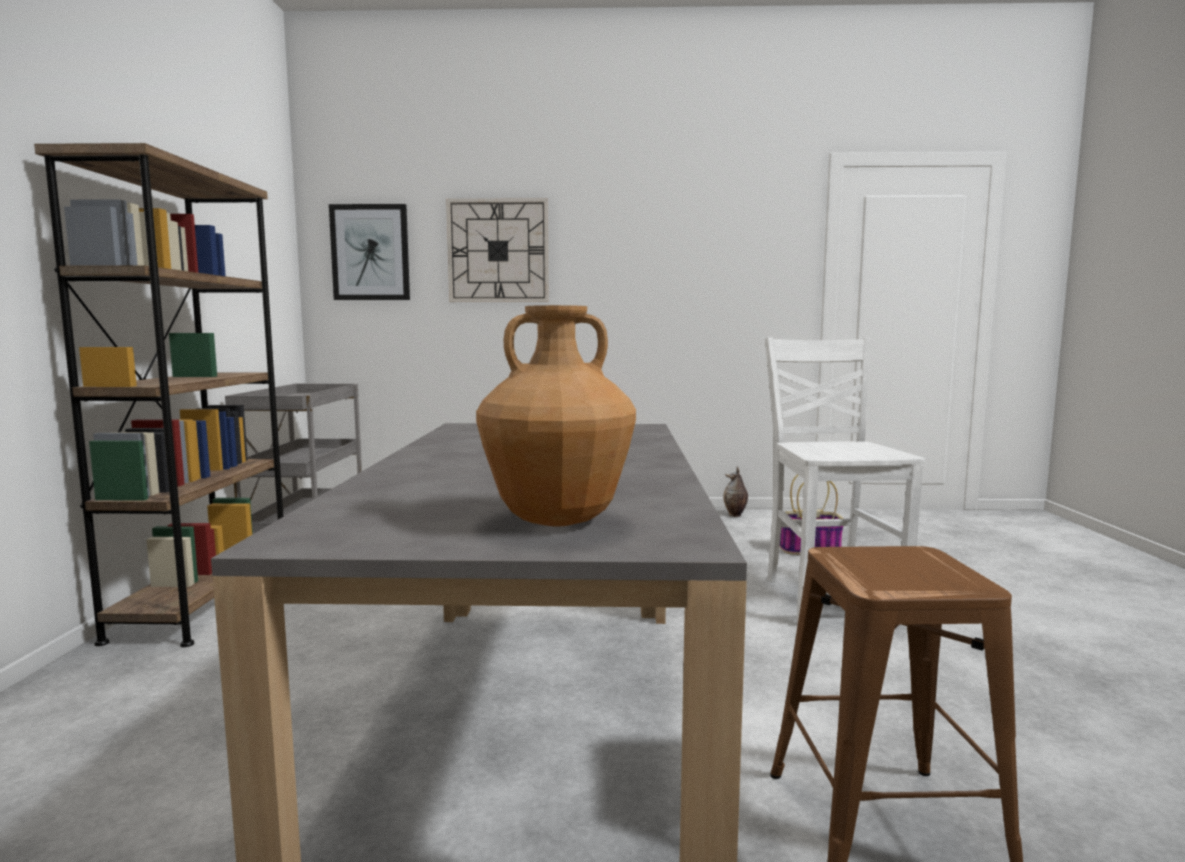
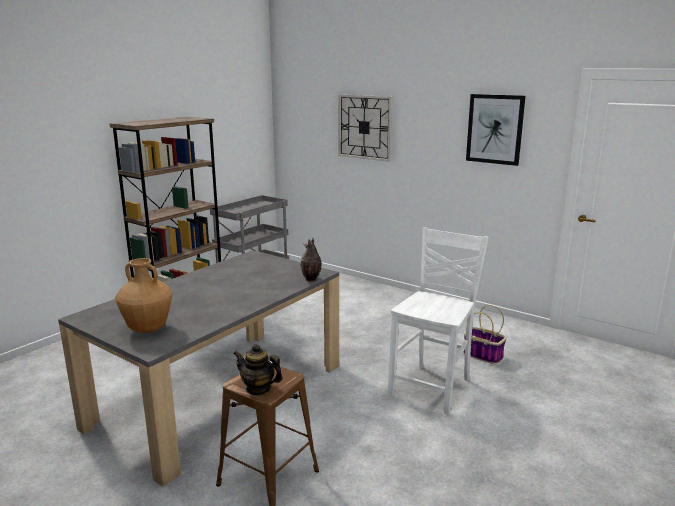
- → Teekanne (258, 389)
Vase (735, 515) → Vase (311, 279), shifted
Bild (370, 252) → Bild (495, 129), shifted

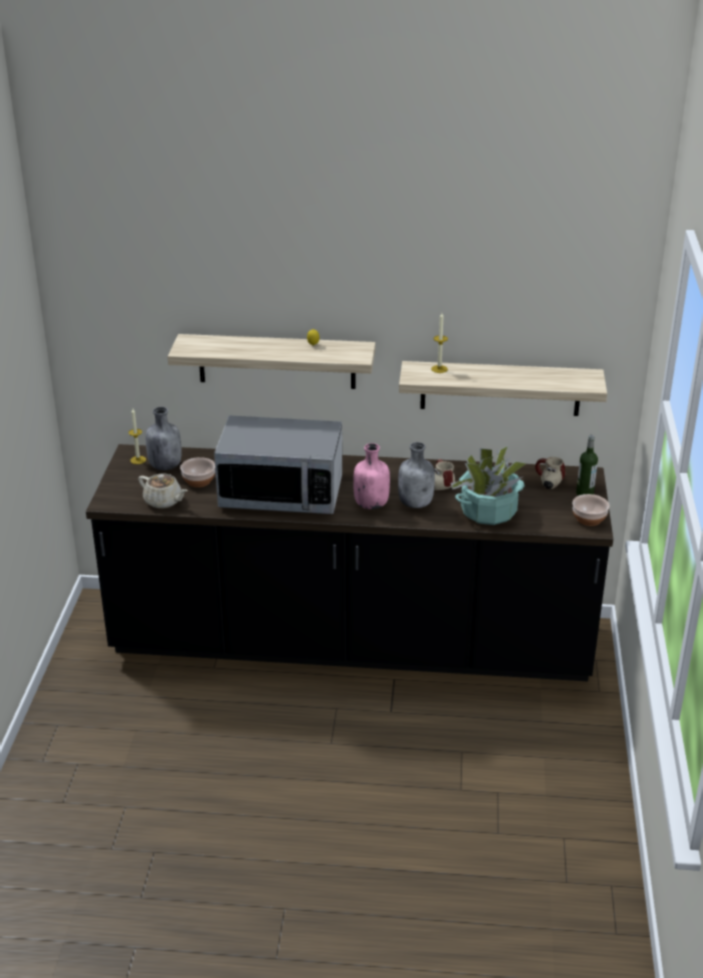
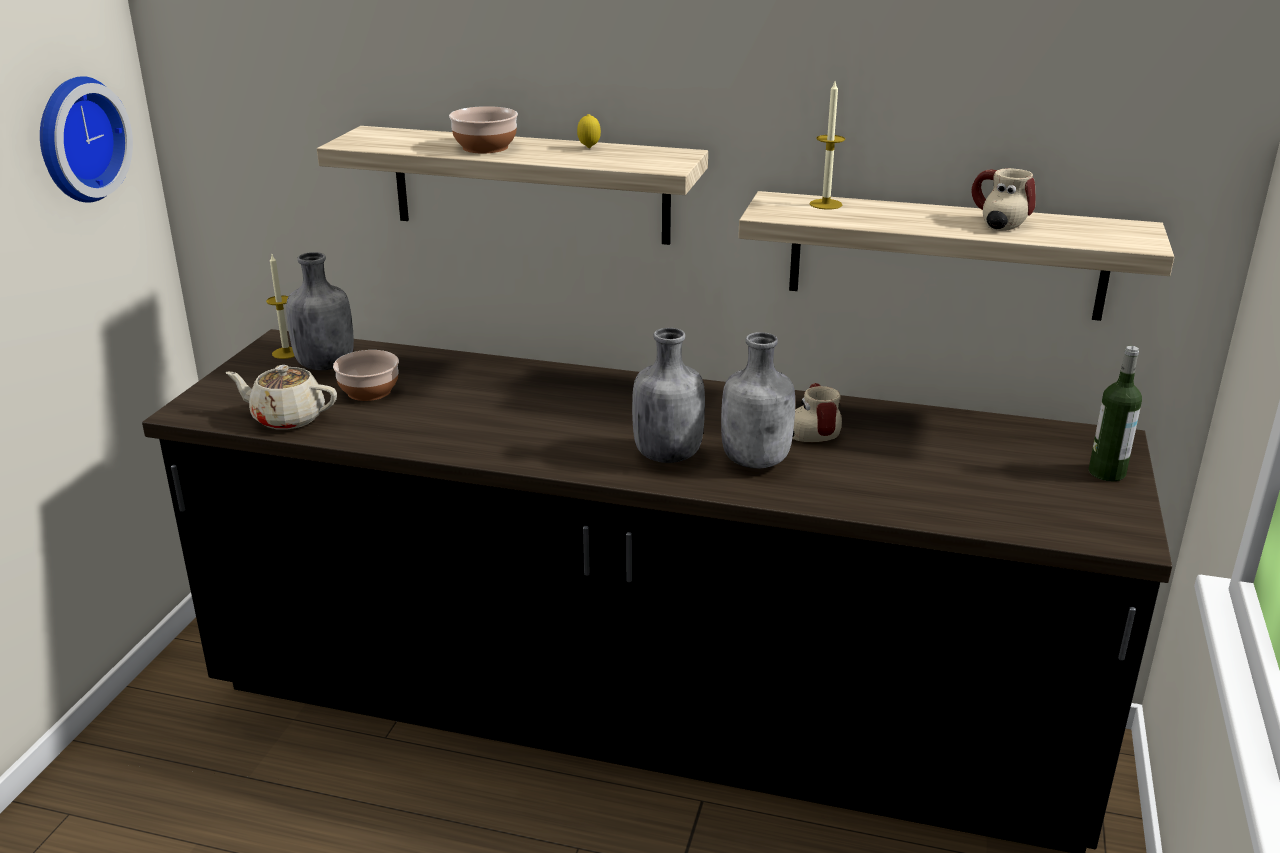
- → Wanduhr (76, 139)
Teekanne (beige) (164, 501) → Teekanne (beige) (287, 418), 150 degrees clockwise
Schüssel (589, 518) → Schüssel (486, 147), shifted
Flasche (rosa) (371, 504) → Flasche (grau) (668, 455)
Henkelbecher (547, 483) → Henkelbecher (995, 223), shifted
Mikrowelle (281, 493) → -
Topfpflanze (488, 512) → -

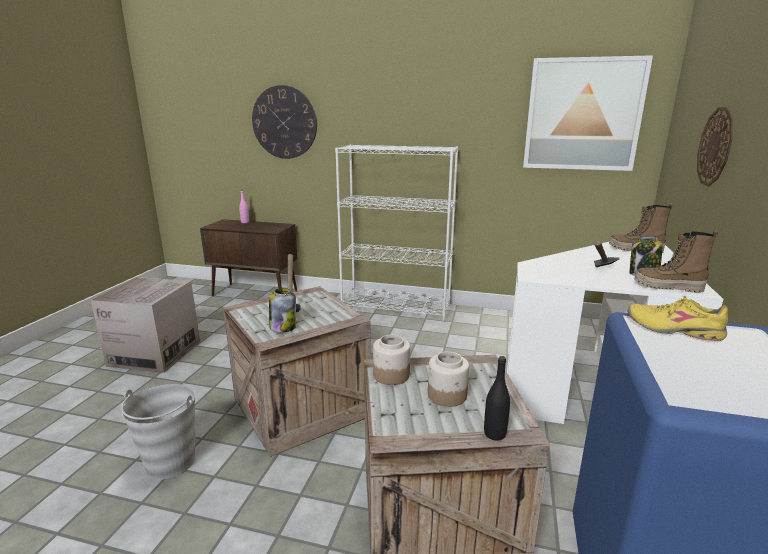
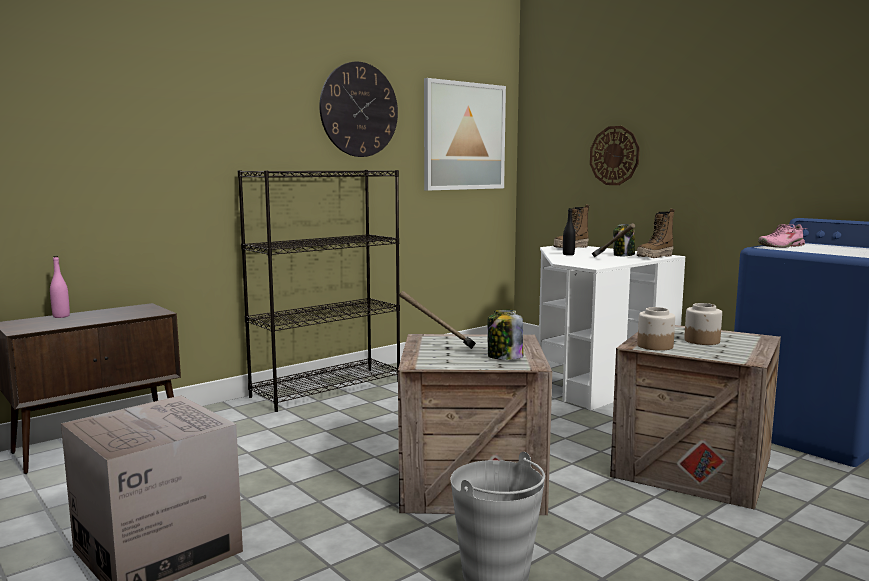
Bücherregal (weiß) (396, 307) → Bücherregal (schwarz) (327, 388)
Wanduhr (284, 122) → Wanduhr (359, 110), shifted
Flasche (schwarz) (494, 434) → Flasche (schwarz) (568, 254), shifted
Schuh (gelb) (673, 329) → Schuh (rosa) (781, 246)

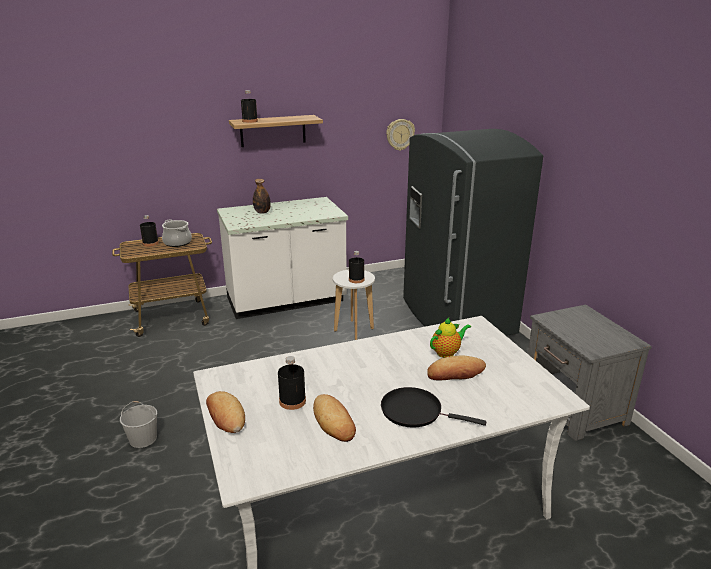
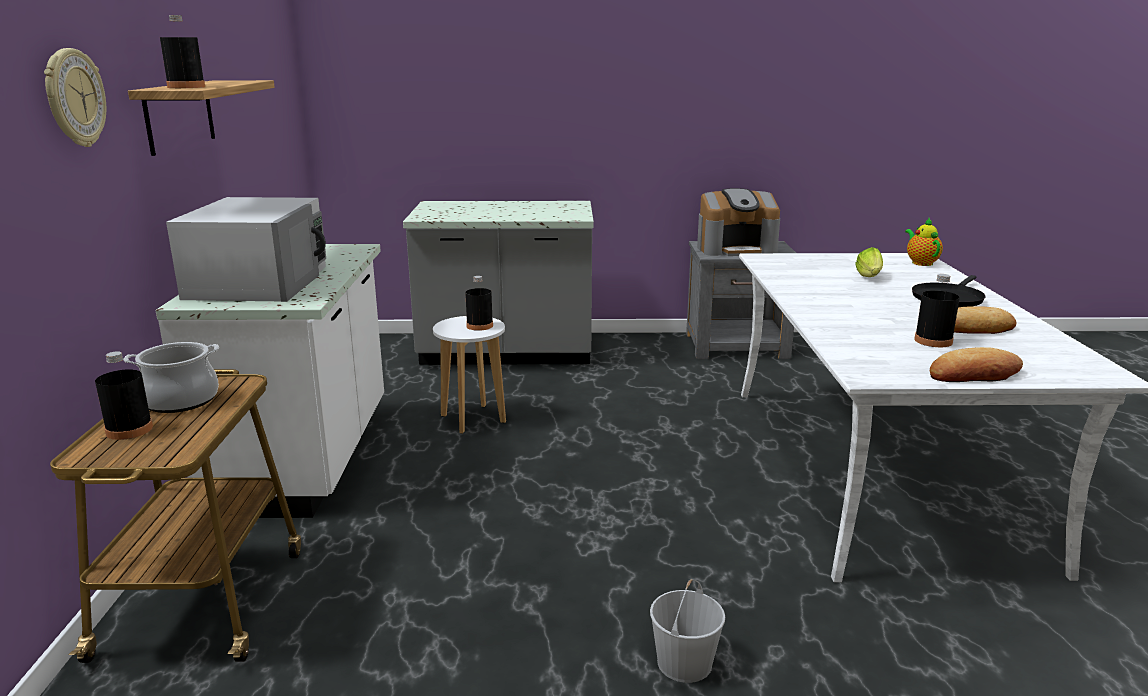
Wanduhr (400, 134) → Wanduhr (74, 98), shifted
Flasche (262, 212) → Mikrowelle (weiß) (259, 282)
Kühlschrank (grau) (455, 317) → Küchenzeile (grau) (506, 354)
- → Kaffeemaschine (736, 249)
Brot (455, 373) → Salatkopf (869, 277)
Teekanne (447, 352) → Teekanne (920, 262), shifted

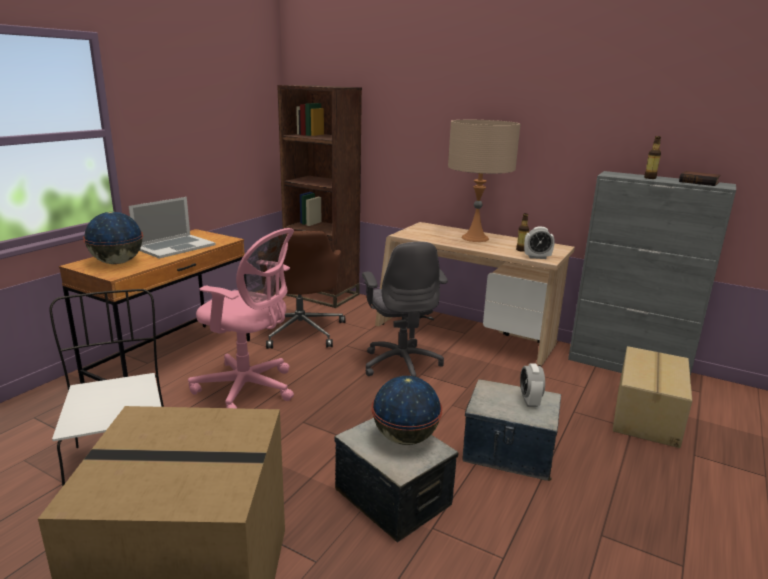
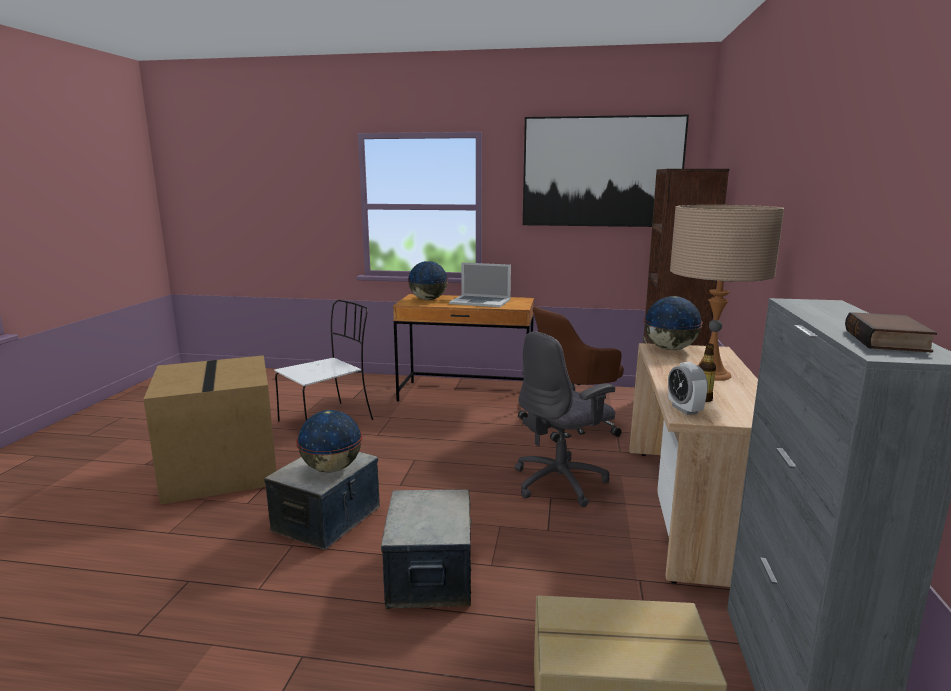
- → Bild (601, 172)
- → Globus (669, 349)
Bürostuhl (rosa) (249, 389) → -
Wecker (529, 401) → -
Flasche (650, 178) → -

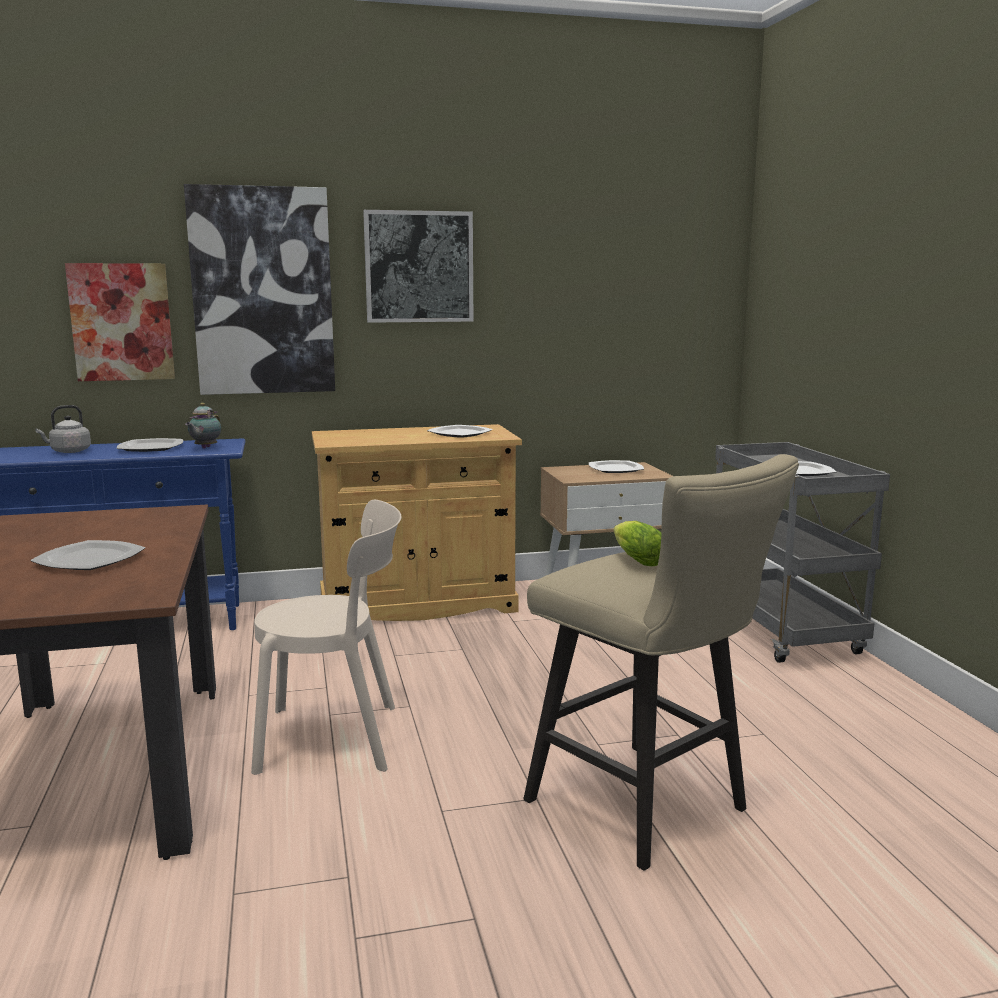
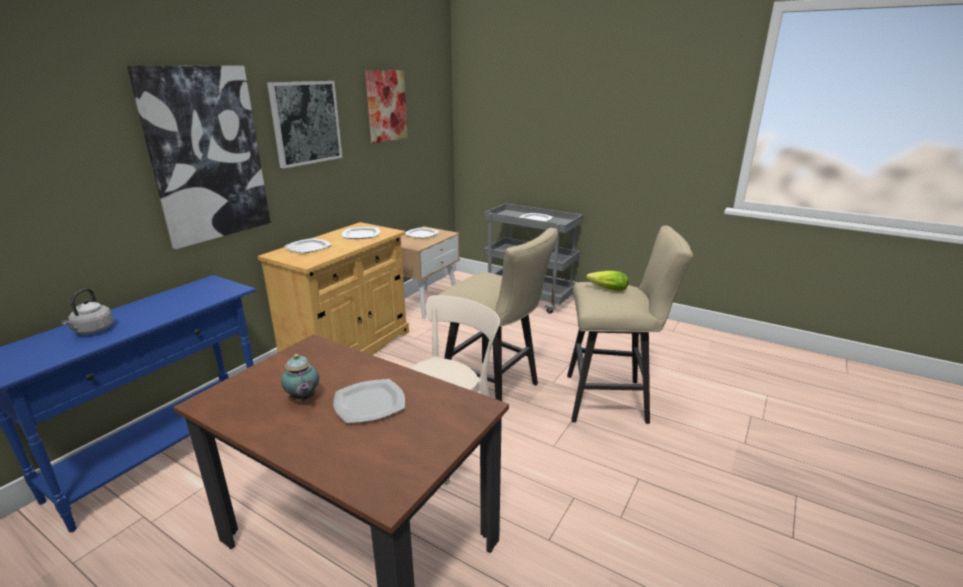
Teekanne (204, 448) → Teekanne (303, 399), shifted
Teller (151, 447) → Teller (308, 247), shifted
Bild (122, 322) → Bild (386, 106), shifted
- → Hocker (beige) (495, 391)

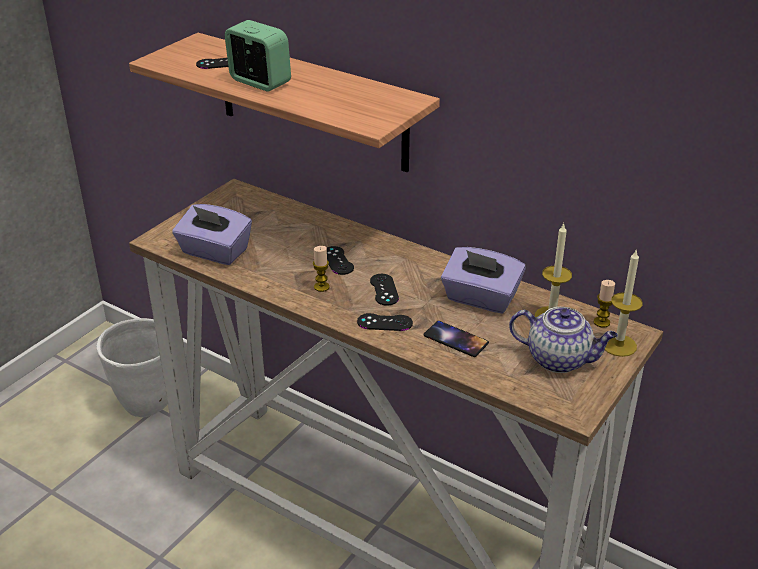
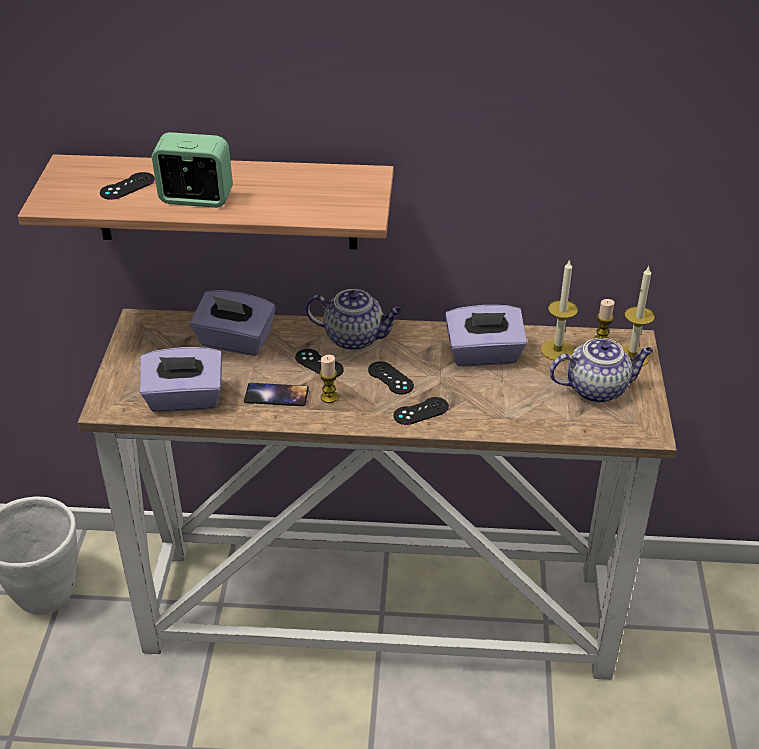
- → Taschentuchbox (lila) (235, 341)
Handy (456, 339) → Handy (276, 395), shifted
- → Teekanne (355, 338)

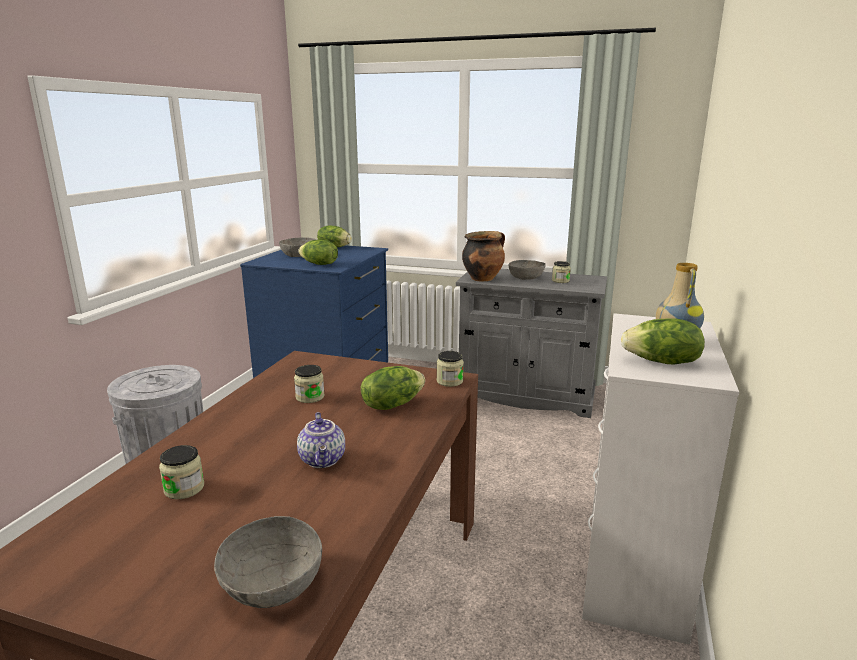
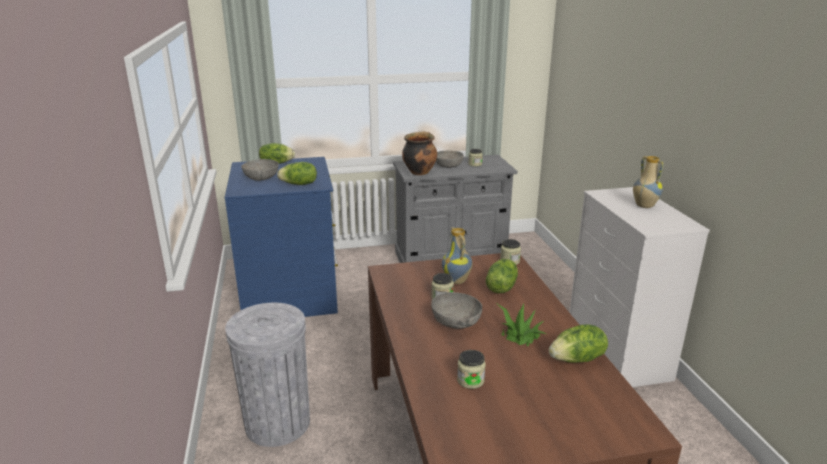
Schüssel (grau) (272, 584) → Schüssel (grau) (456, 322), shifted
- → Vase (457, 281)
Teekanne (323, 460) → Topfpflanze (519, 335)
Salatkopf (662, 362) → Salatkopf (577, 359), shifted

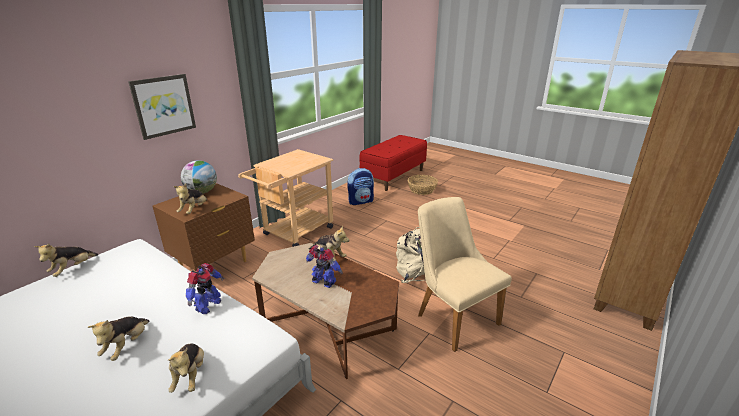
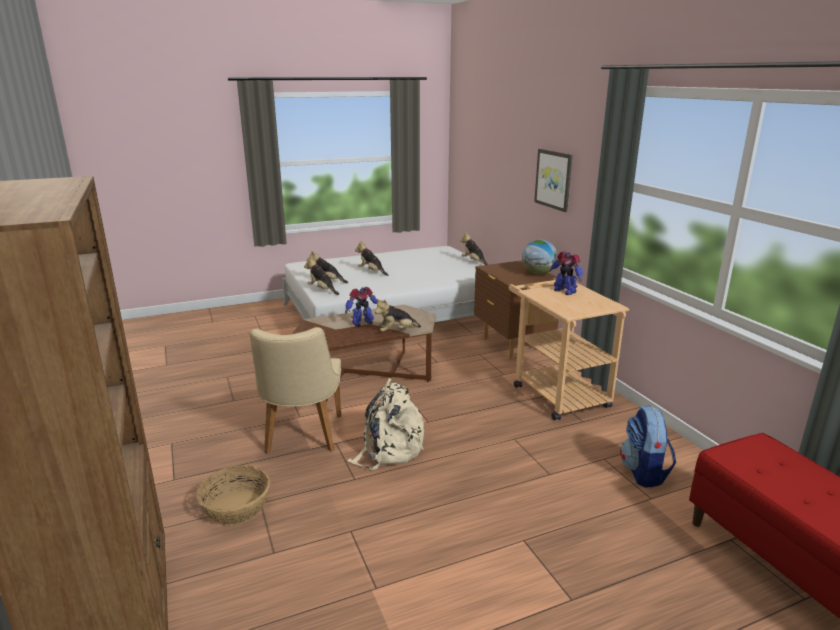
Korb (422, 190) → Korb (236, 507), shifted
Stuhl (beige) (452, 315) → Stuhl (beige) (301, 438), 90 degrees clockwise
Plüschtier (194, 210) → Plüschtier (322, 290), shifted
Spielzeugroboter (208, 306) → Spielzeugroboter (565, 291), shifted

